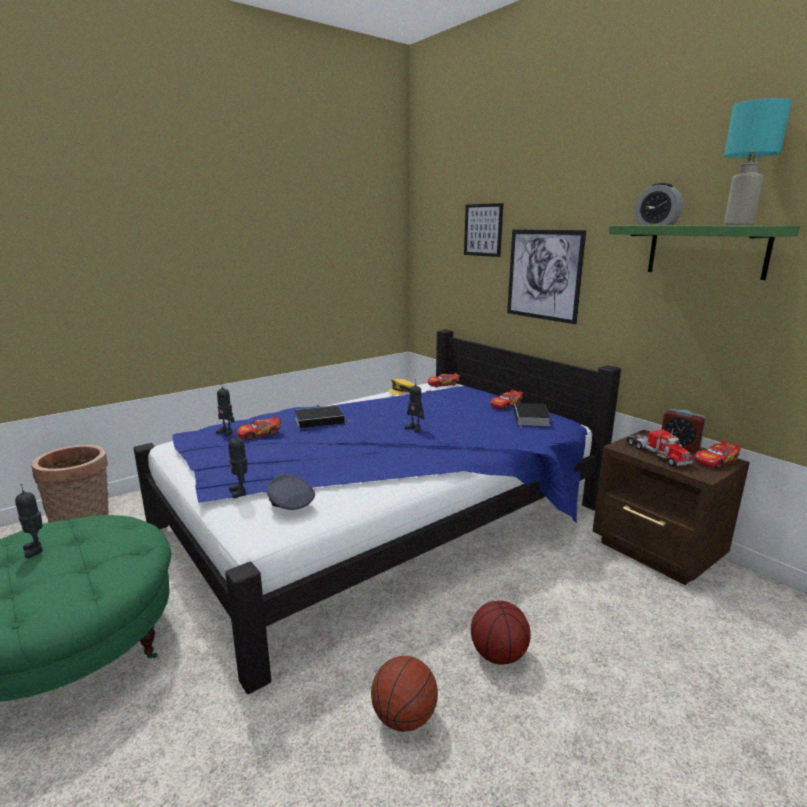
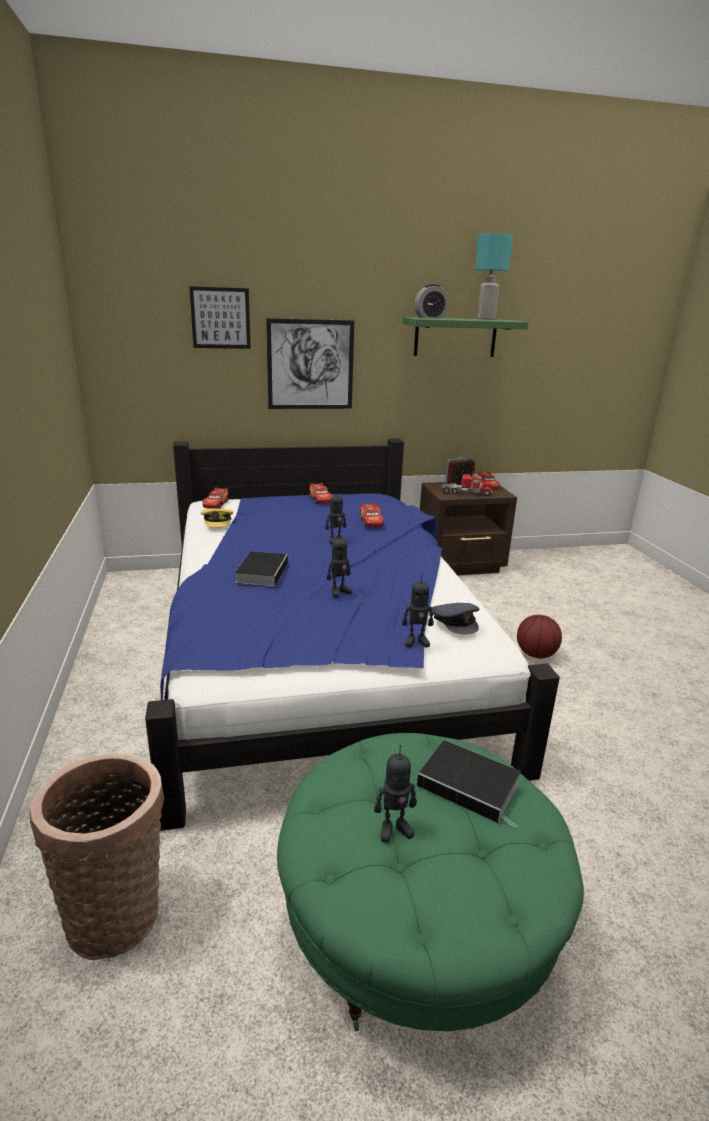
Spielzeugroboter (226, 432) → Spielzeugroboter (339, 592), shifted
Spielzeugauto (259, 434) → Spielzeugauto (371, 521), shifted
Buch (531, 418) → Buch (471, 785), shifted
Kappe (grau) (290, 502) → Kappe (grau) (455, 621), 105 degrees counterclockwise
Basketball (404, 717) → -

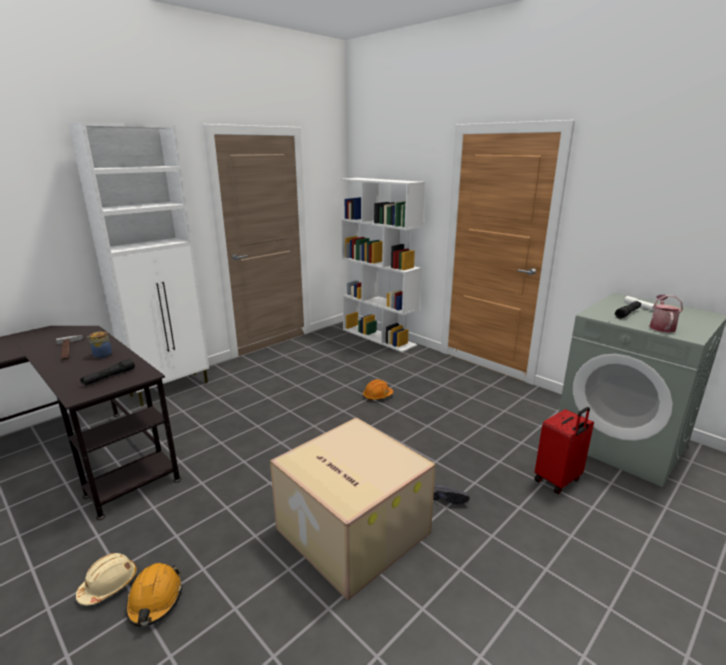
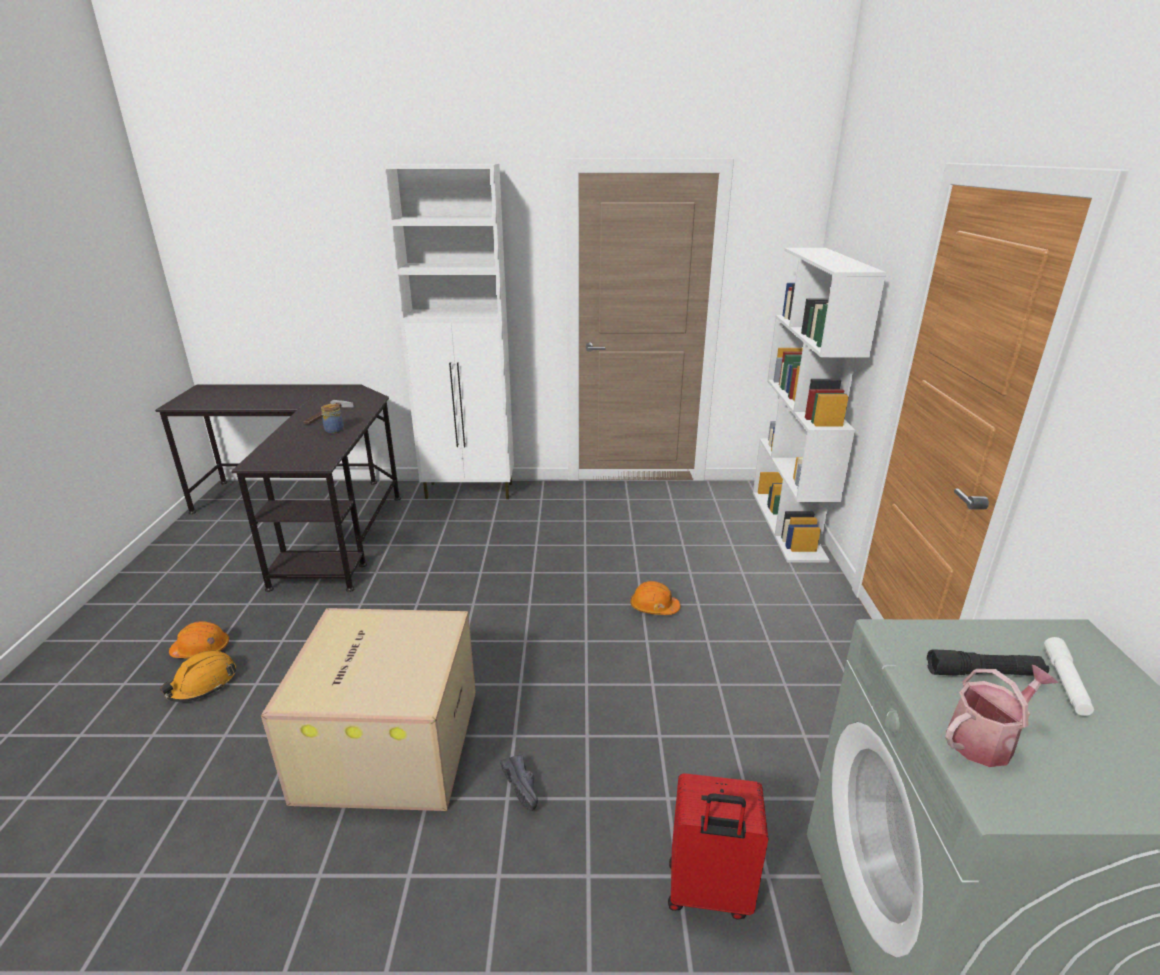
Schutzhelm (beige) (109, 585) → Schutzhelm (orange) (202, 649)
Taschenlampe (schwarz) (109, 377) → -

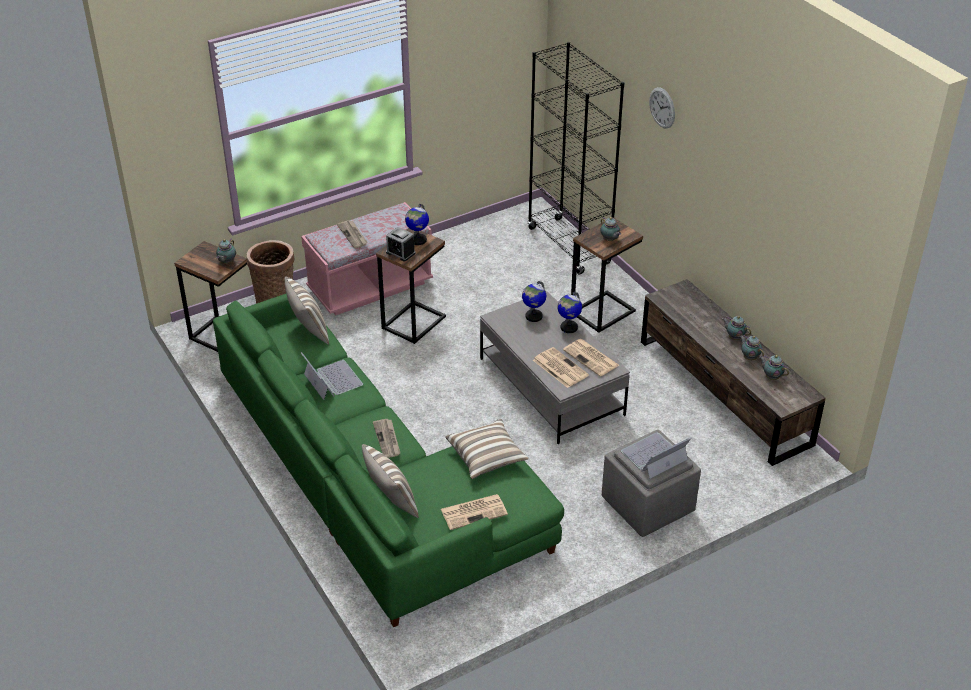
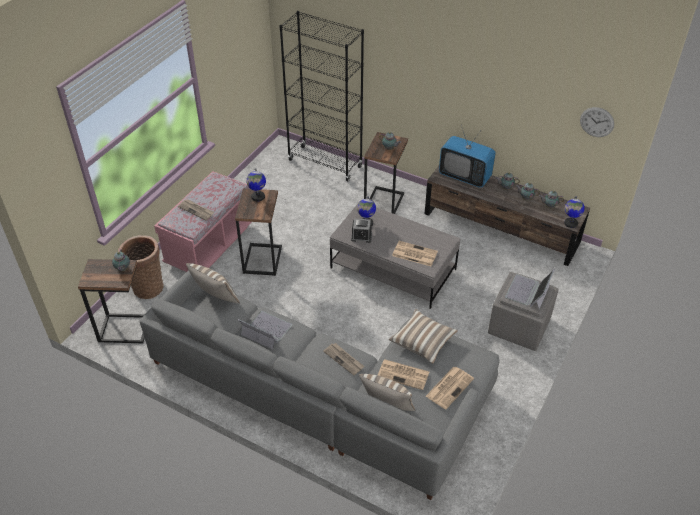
Sofa (grün) (373, 482) → Sofa (grau) (329, 394)
Wecker (400, 253) → Wecker (361, 237), shifted
Zeitung (591, 358) → Zeitung (404, 374), shifted
- → Fernseher (465, 176)
Globus (568, 327) → Globus (570, 223), shifted
Wanduhr (662, 107) → Wanduhr (597, 122), shifted

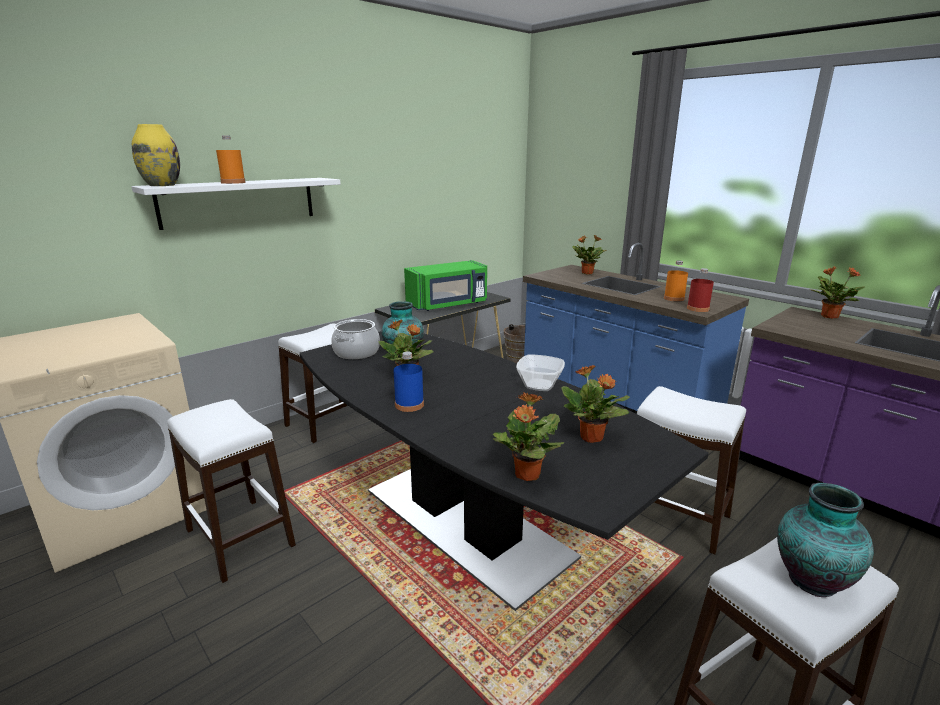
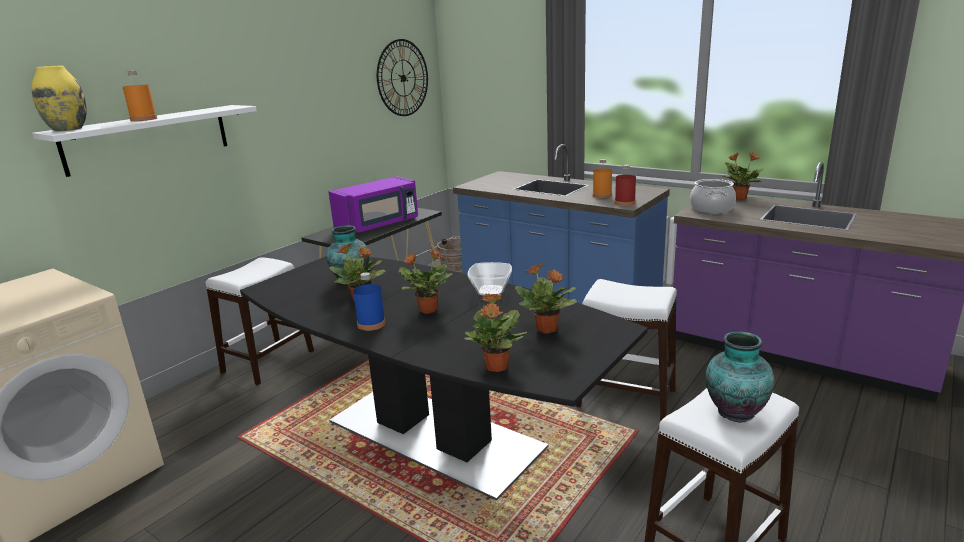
Mikrowelle (grün) (448, 305) → Mikrowelle (lila) (379, 225)
- → Wanduhr (403, 78)
Topfpflanze (586, 273) → Topfpflanze (427, 310), shifted
Kochtopf (357, 352) → Kochtopf (712, 208), shifted
Hocker (weiß) (239, 538) → -

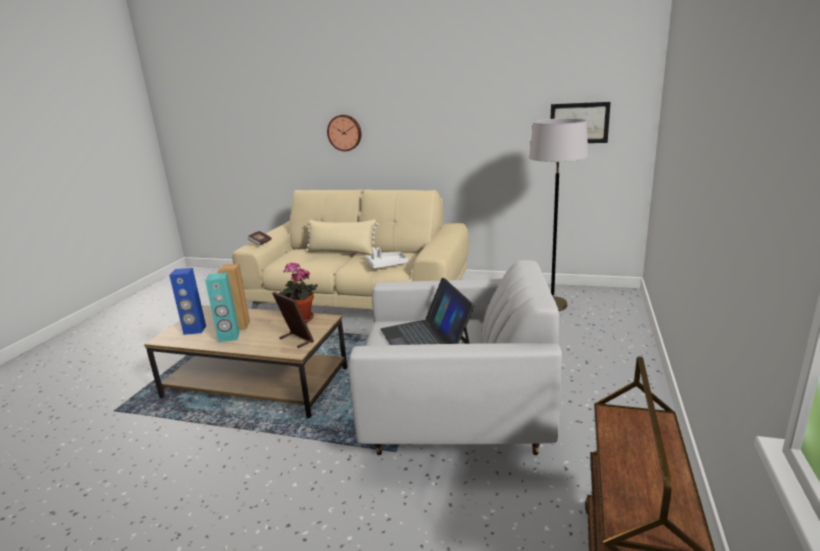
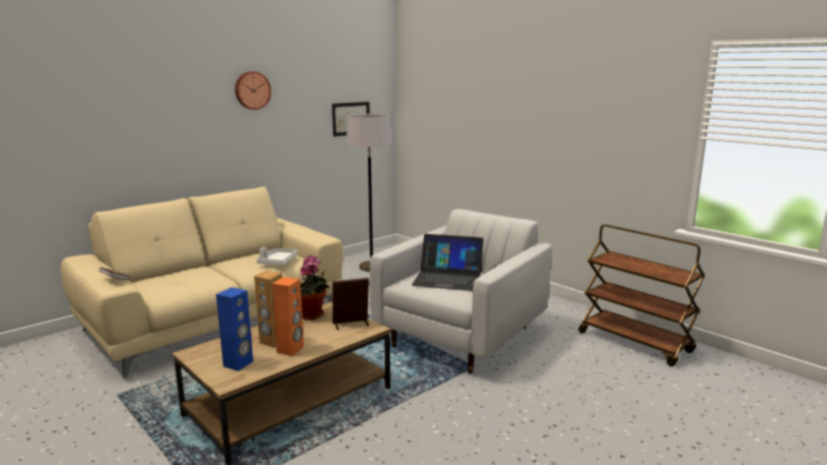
Wanduhr (345, 132) → Wanduhr (252, 90), shifted
Lautsprecher (türkis) (229, 337) → Lautsprecher (orange) (290, 350)
Kissen (beige) (342, 252) → -

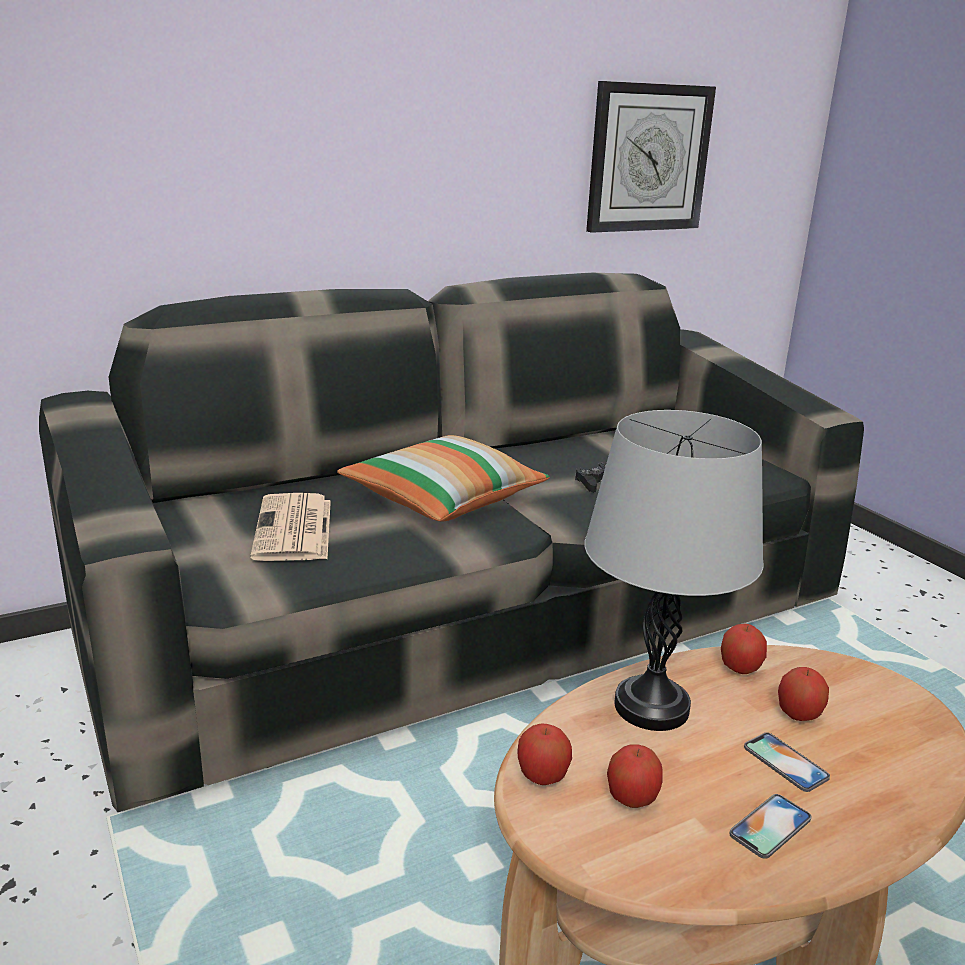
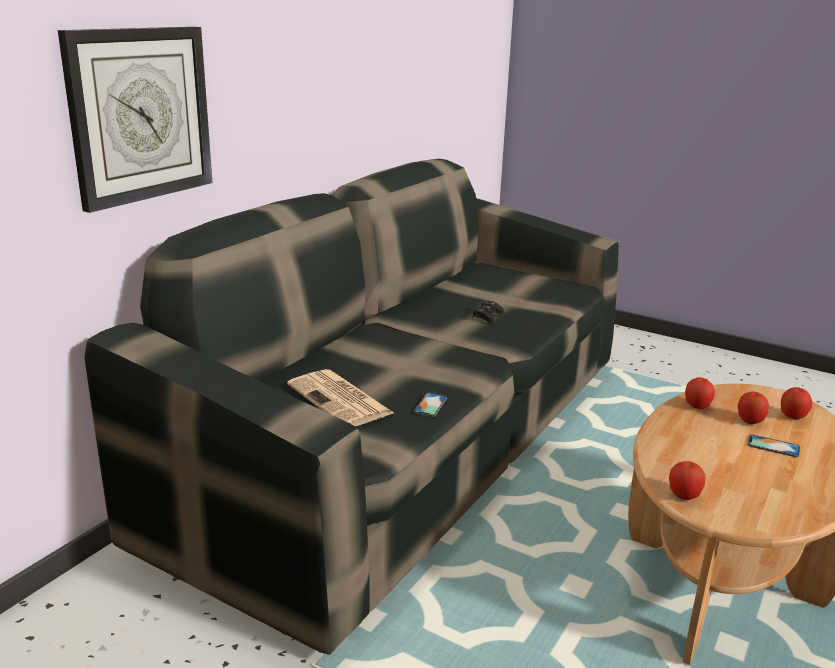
Wanduhr (648, 158) → Wanduhr (140, 115), shifted
Handy (770, 826) → Handy (430, 405), shifted
Apfel (632, 798) → Apfel (792, 416), shifted
Kissen (443, 500) → -
Tischlampe (grau) (651, 707) → -

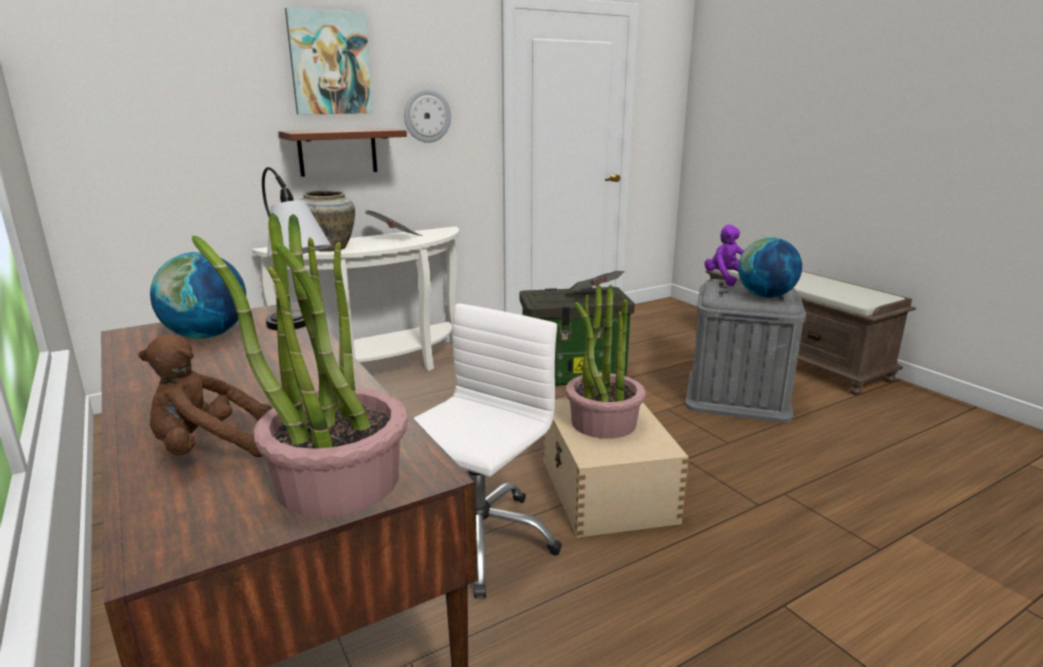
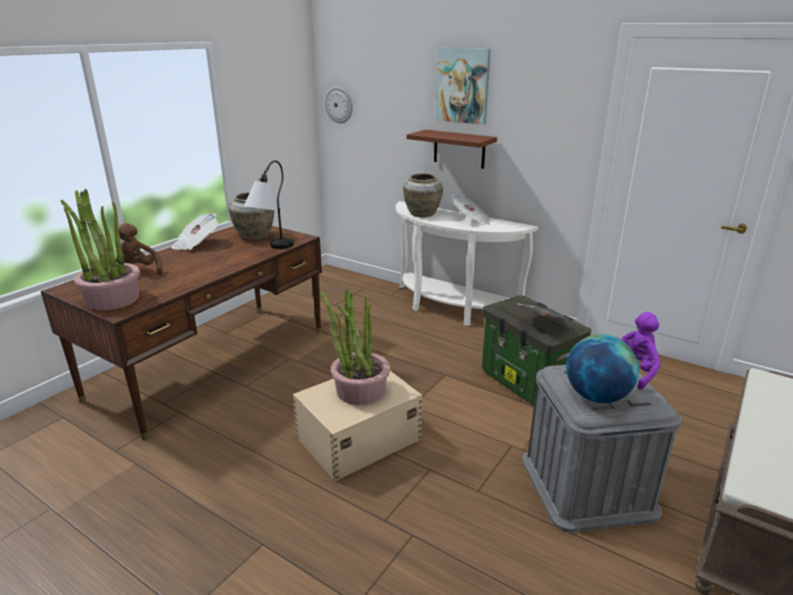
- → Zeitung (196, 244)
Globus (206, 335) → Vase (beige) (254, 236)
Wanduhr (427, 116) → Wanduhr (339, 105), shifted
Bürostuhl (weiß) (478, 539) → -

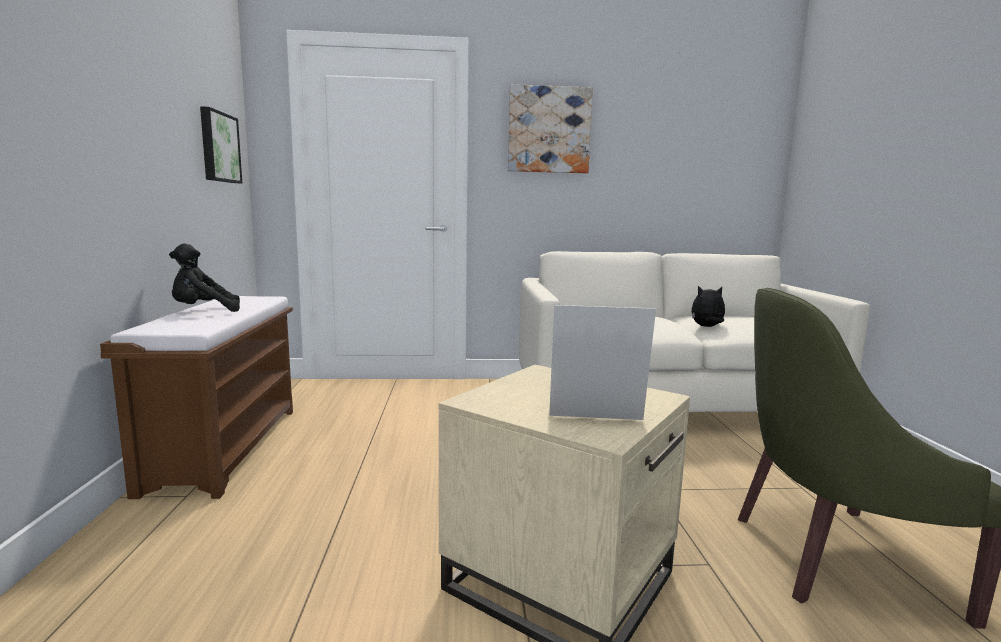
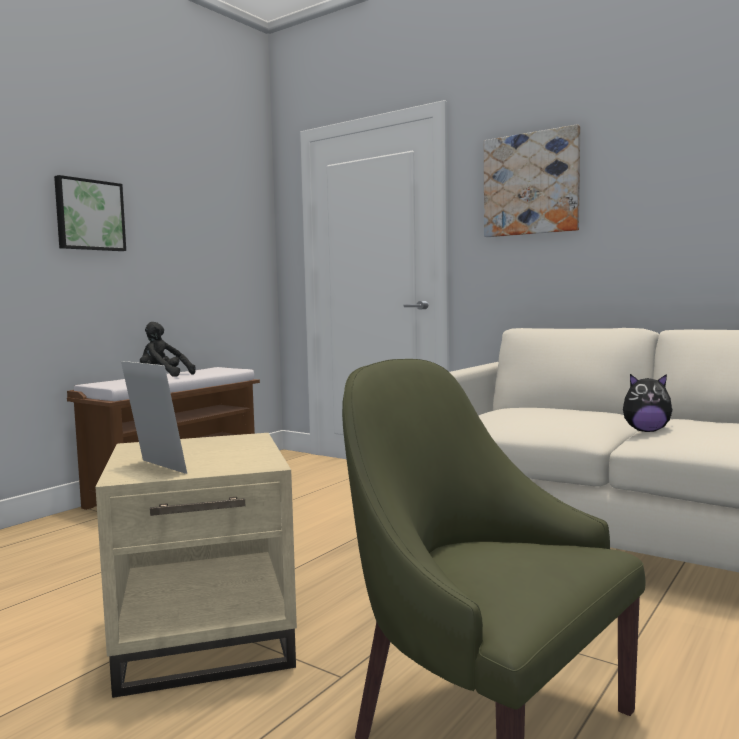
Bild (218, 147) → Bild (89, 215), shifted
Plüschtier (707, 327) → Plüschtier (646, 431), 150 degrees clockwise

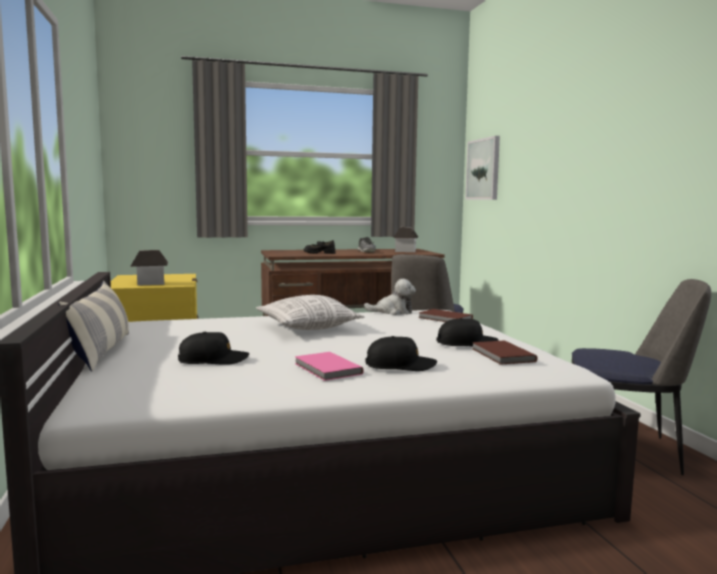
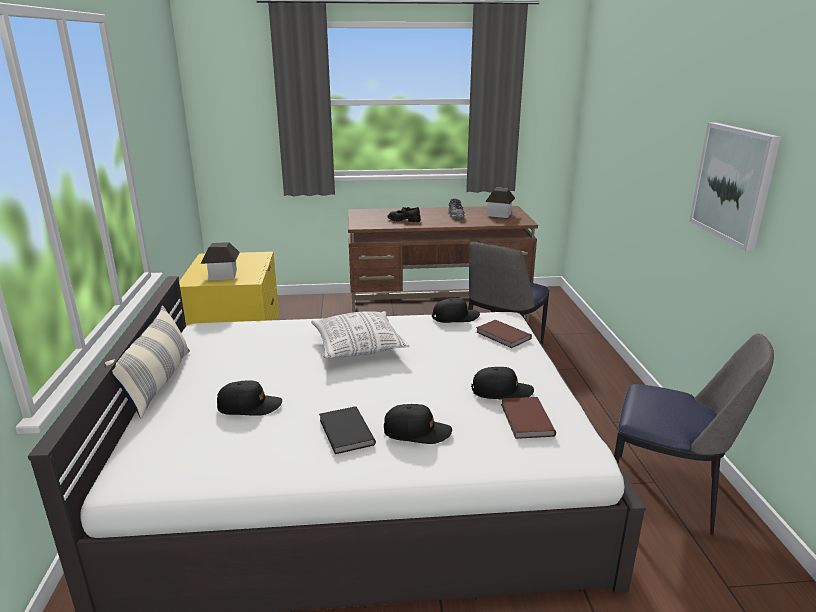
Buch (rosa) (326, 369) → Buch (schwarz) (345, 432)
Plüschtier (393, 312) → Kappe (schwarz) (455, 317)
Bild (483, 169) → Bild (733, 183), shifted

